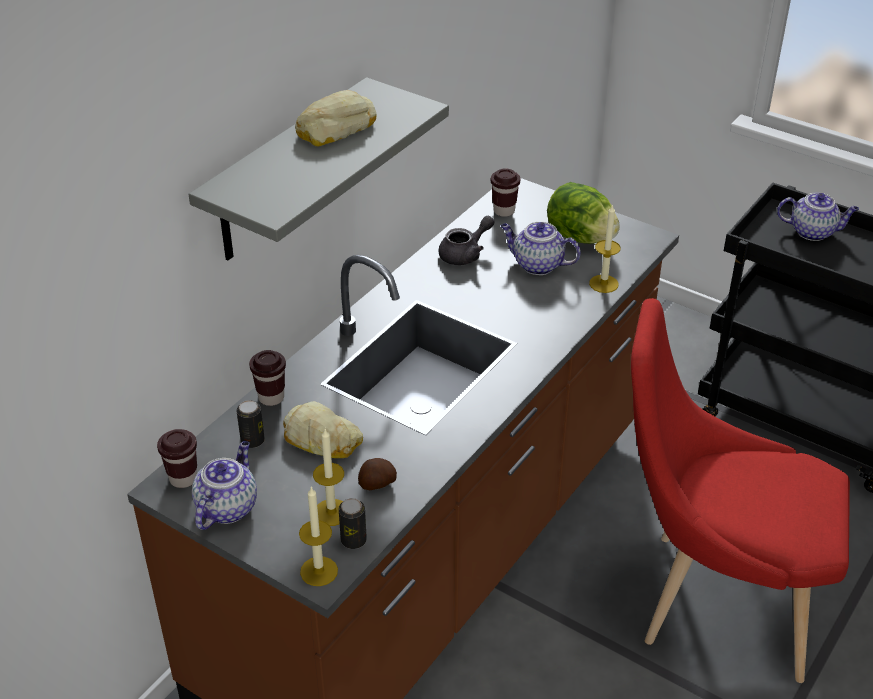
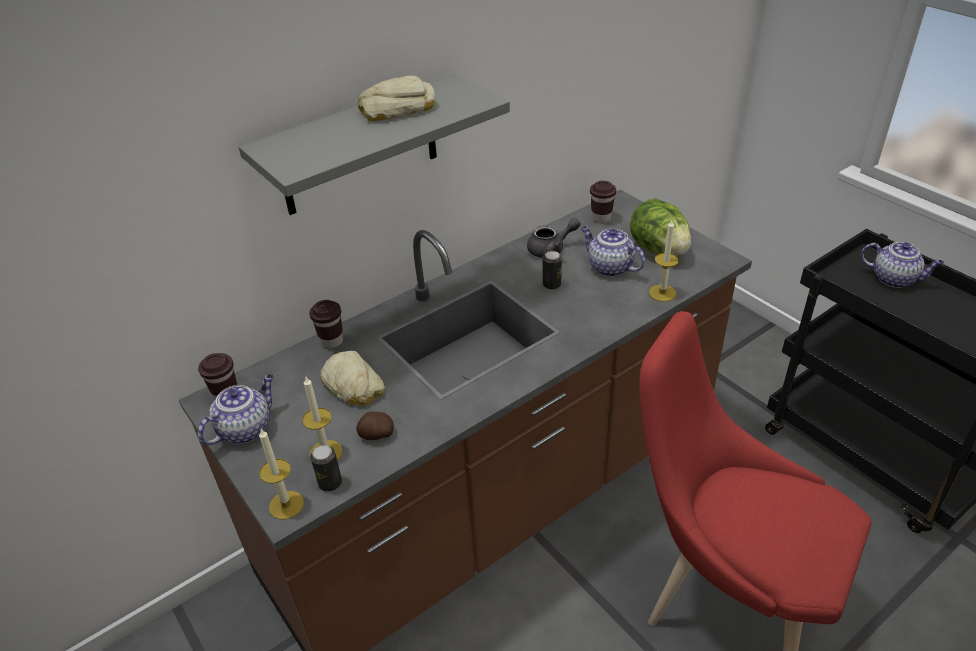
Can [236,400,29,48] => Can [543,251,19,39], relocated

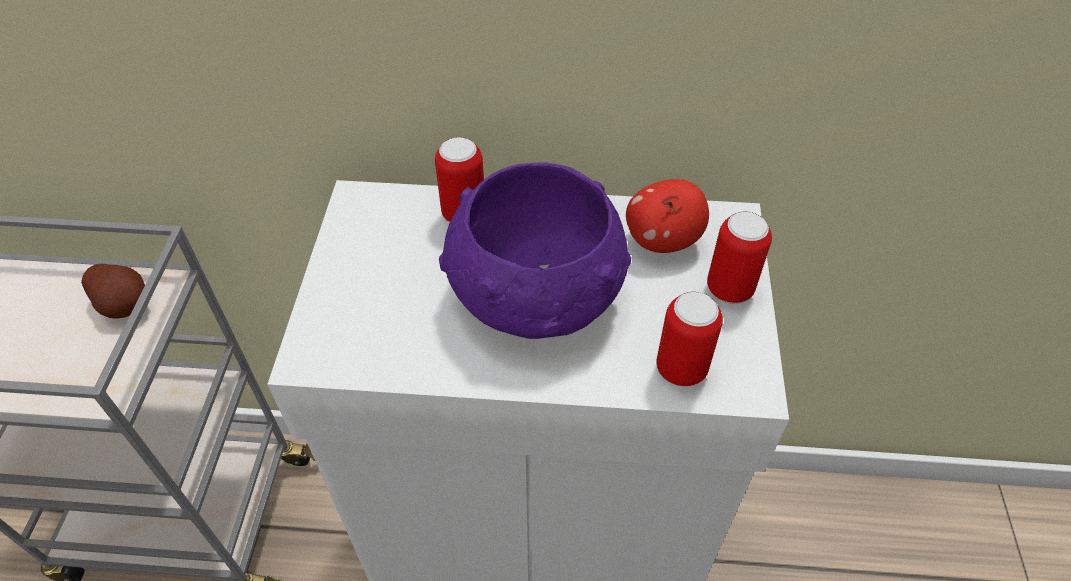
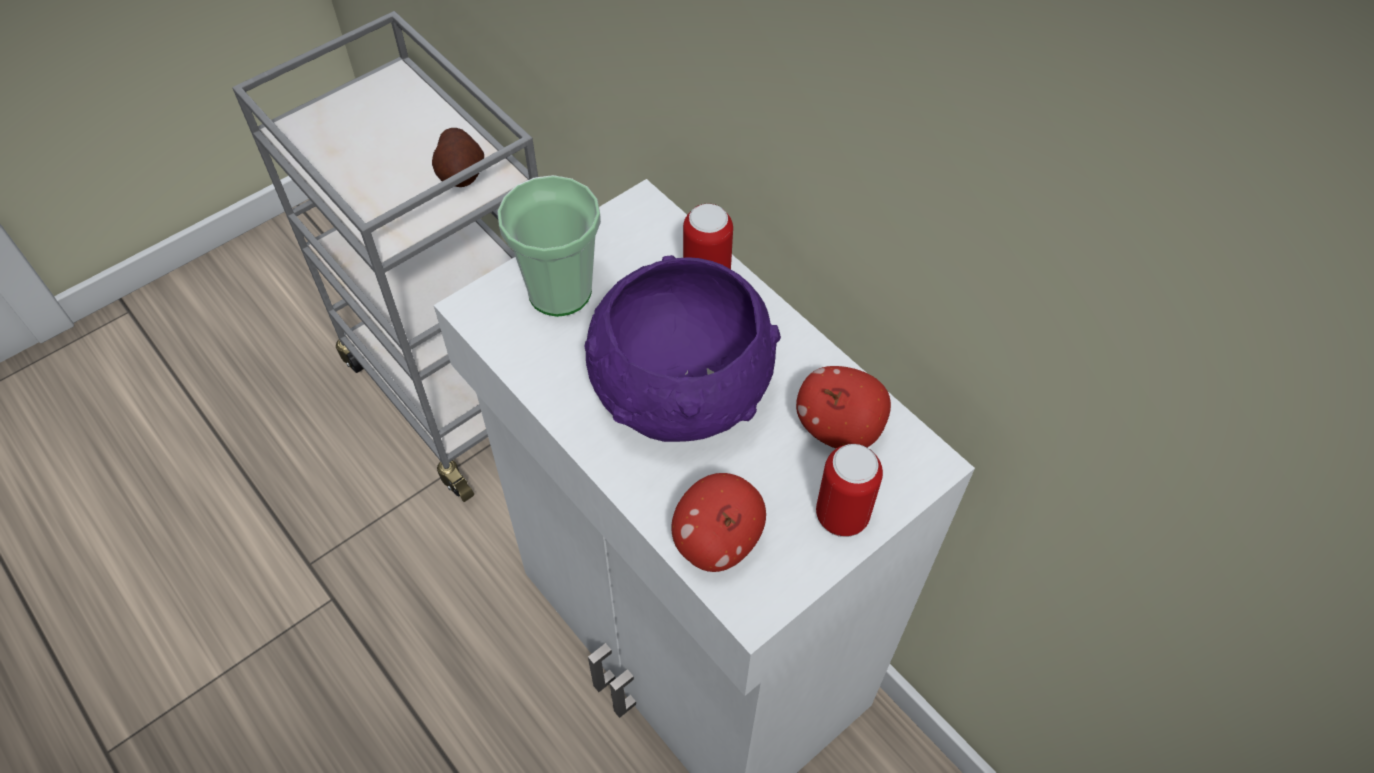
nothing => Cup [497,175,104,142]
Can [656,292,67,94] => Apple [671,473,95,99]

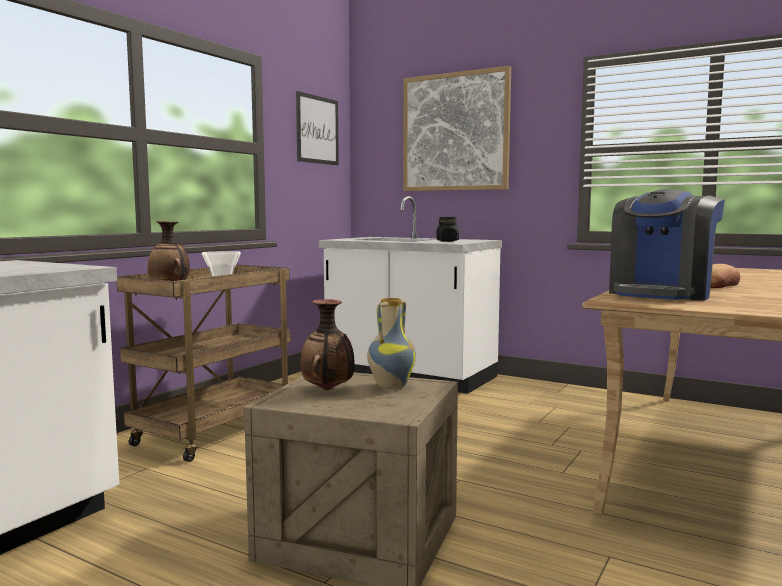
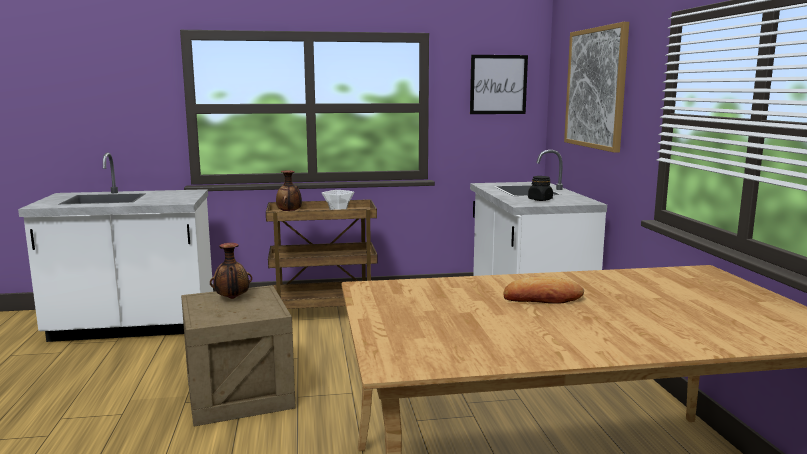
Vase [367,298,49,91] => nothing
CoffeeMachine [609,189,116,111] => nothing

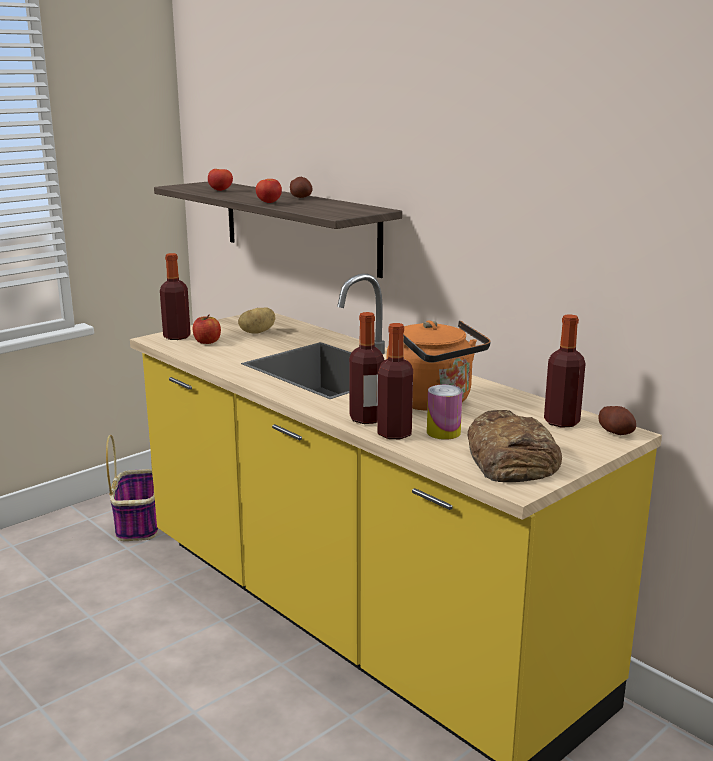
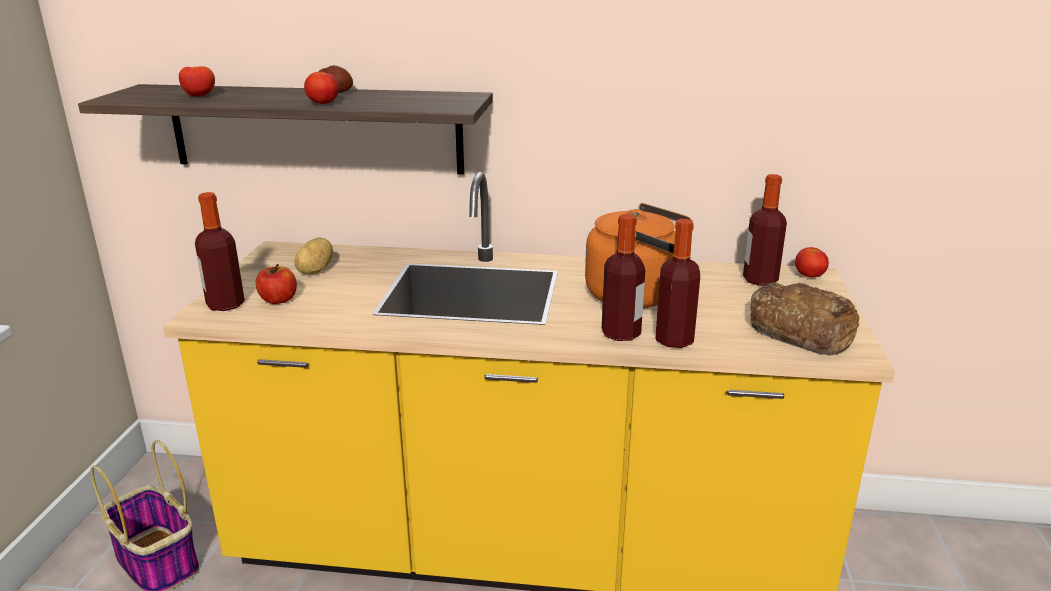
Can [427,385,35,55] => nothing
Potato [598,406,38,29] => Tomato [795,247,34,30]

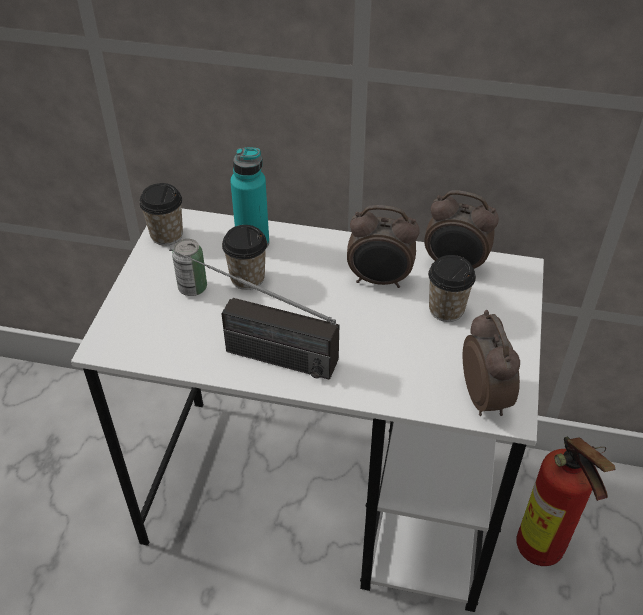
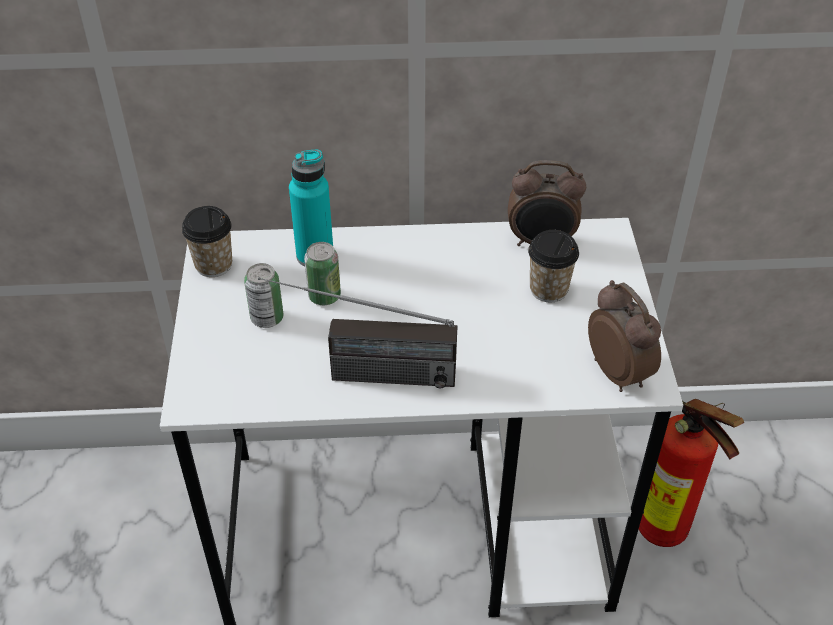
AlarmClock [347,205,73,83] => nothing
Cup [222,225,45,65] => Can [304,242,37,63]

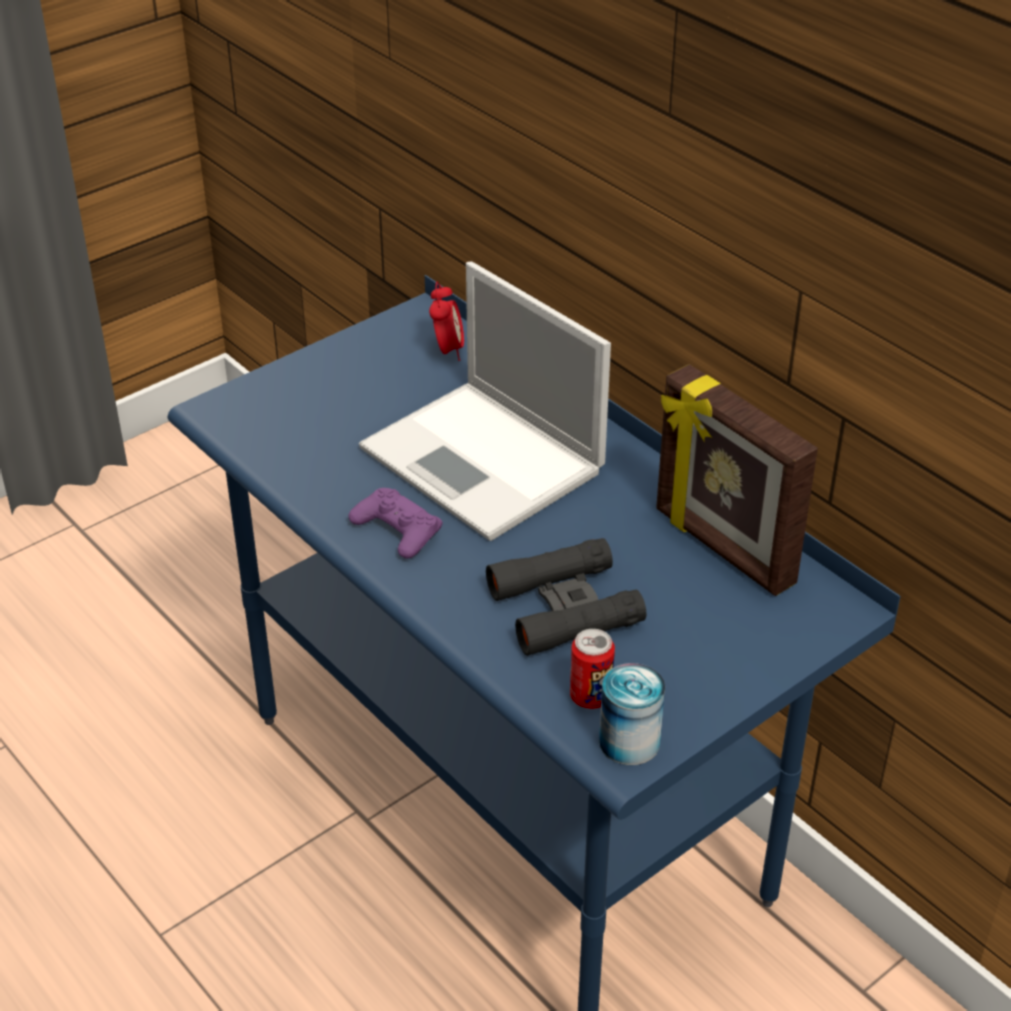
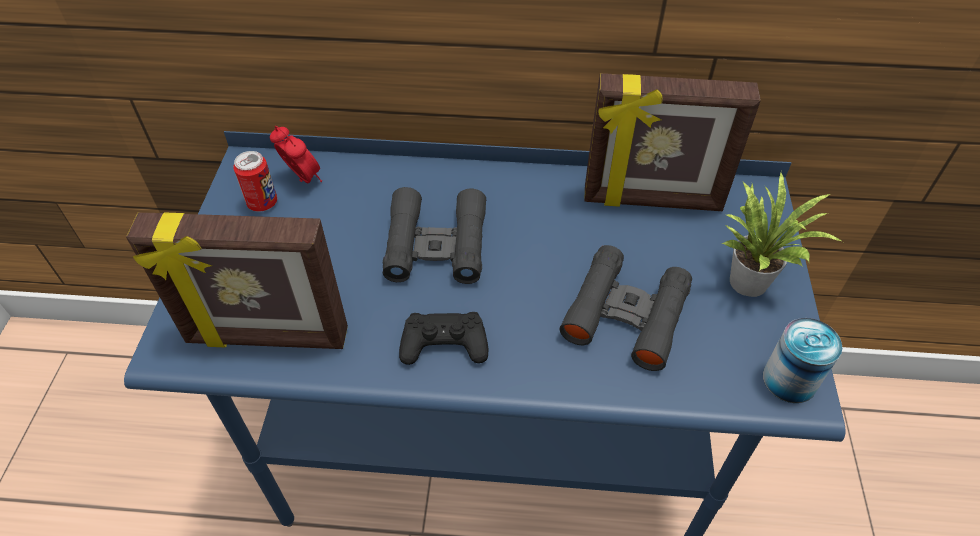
nothing => PictureFrame [126,212,222,137]
nothing => PottedPlant [722,173,121,124]
Can [570,629,45,80] => Can [233,151,44,61], relocated
Laptop [359,262,252,279] => BlackBinoculars [383,187,103,97]
PurpleGameController [348,488,95,71] => BlackGameController [399,312,89,53]

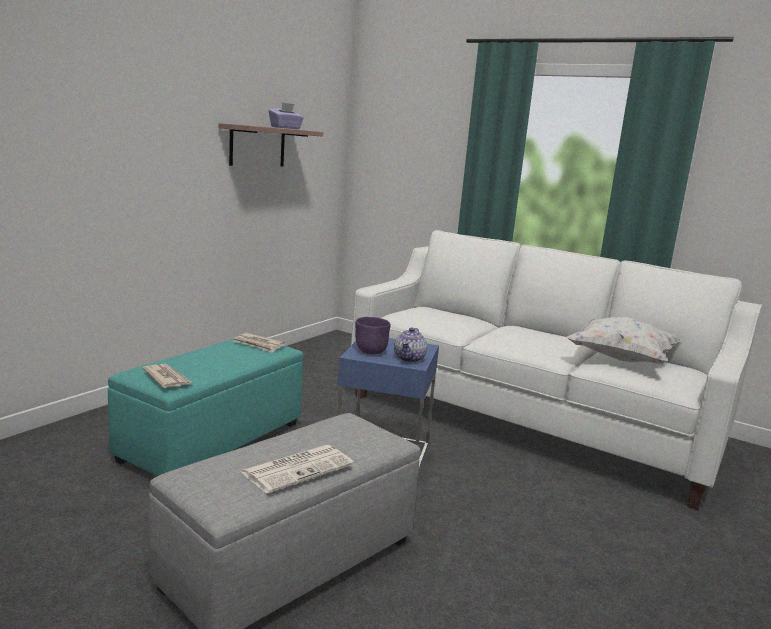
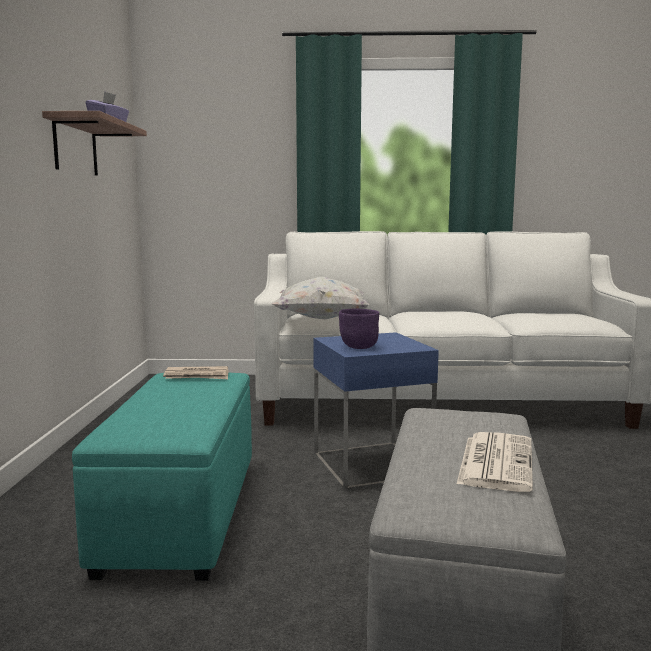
Newspaper [142,364,50,24] => nothing
Teapot [394,327,33,36] => nothing
WhitePillow [566,317,115,47] => WhitePillow [272,277,97,42], relocated

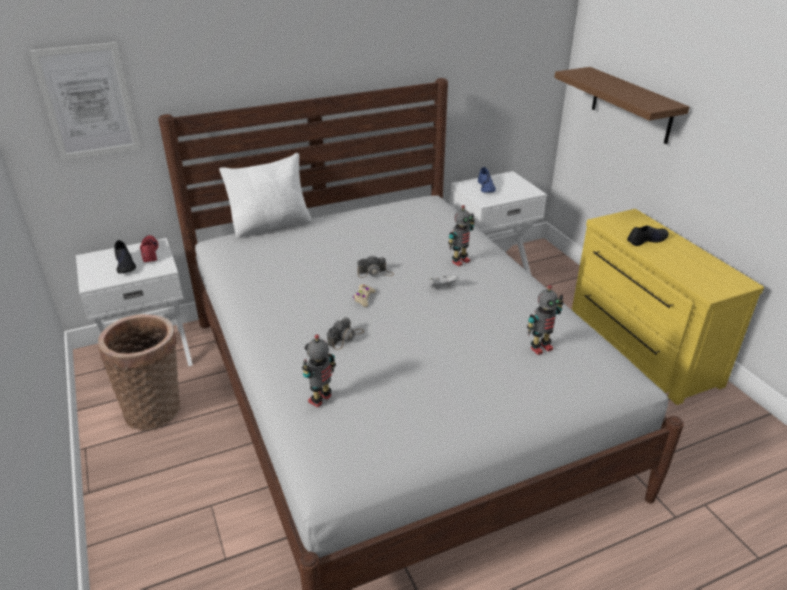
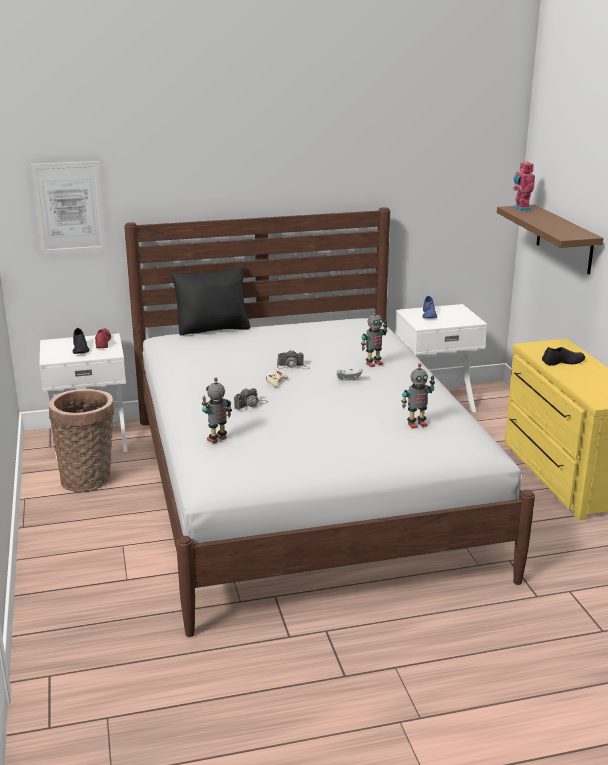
nothing => ToyRobot [513,160,22,51]
WhitePillow [219,153,93,85] => BlackPillow [171,265,79,71]

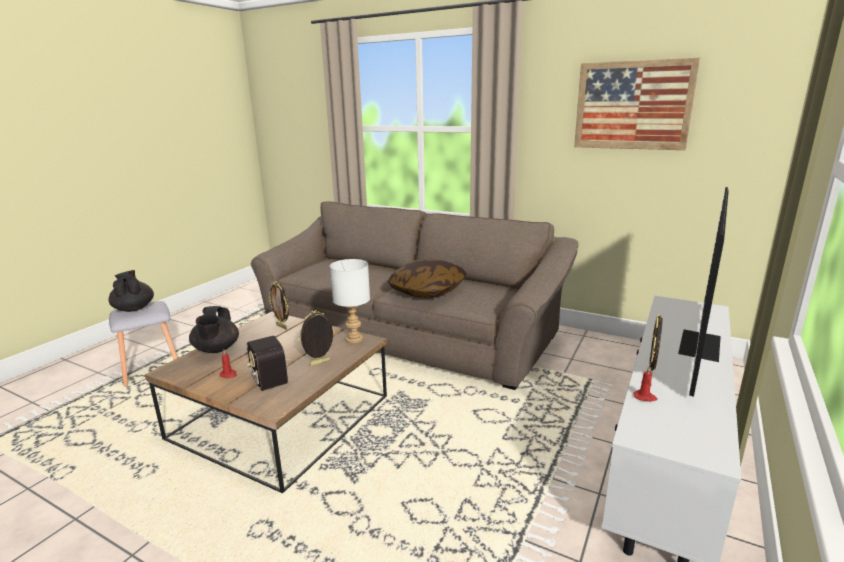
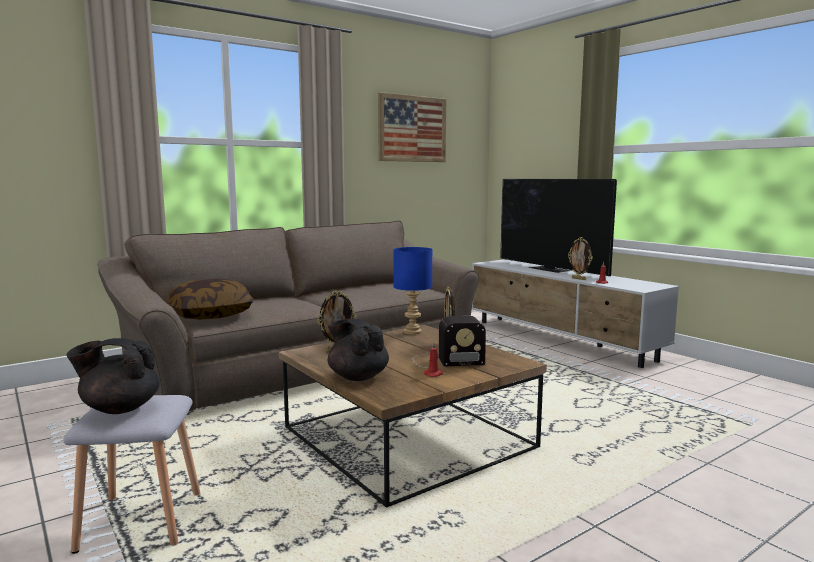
Pillow [387,259,80,39] => Pillow [167,278,87,41], relocated
WhiteTableLamp [330,259,40,85] => BlueTableLamp [393,247,40,88]
BlackTeapot [189,306,50,47] => BlackTeapot [328,318,61,63], 150 degrees counterclockwise

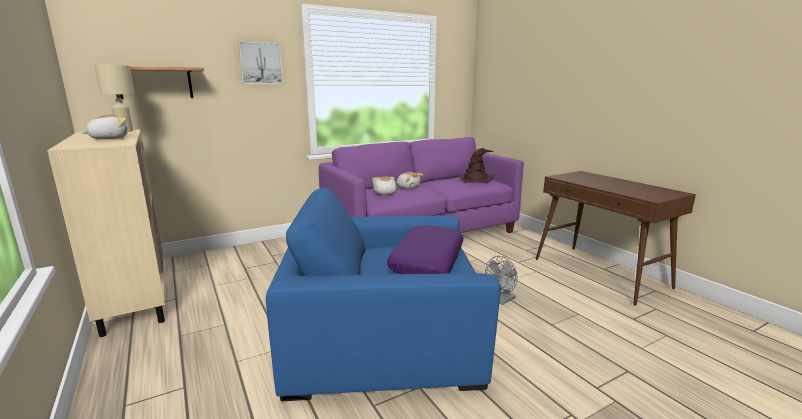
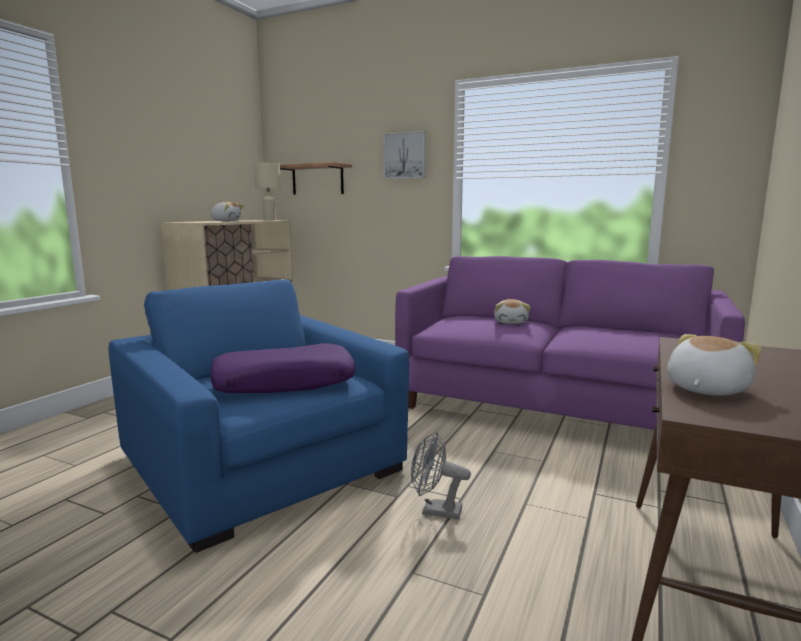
BrownHat [460,148,35,35] => nothing
PlushToy [372,177,25,18] => PlushToy [667,334,95,62], relocated

